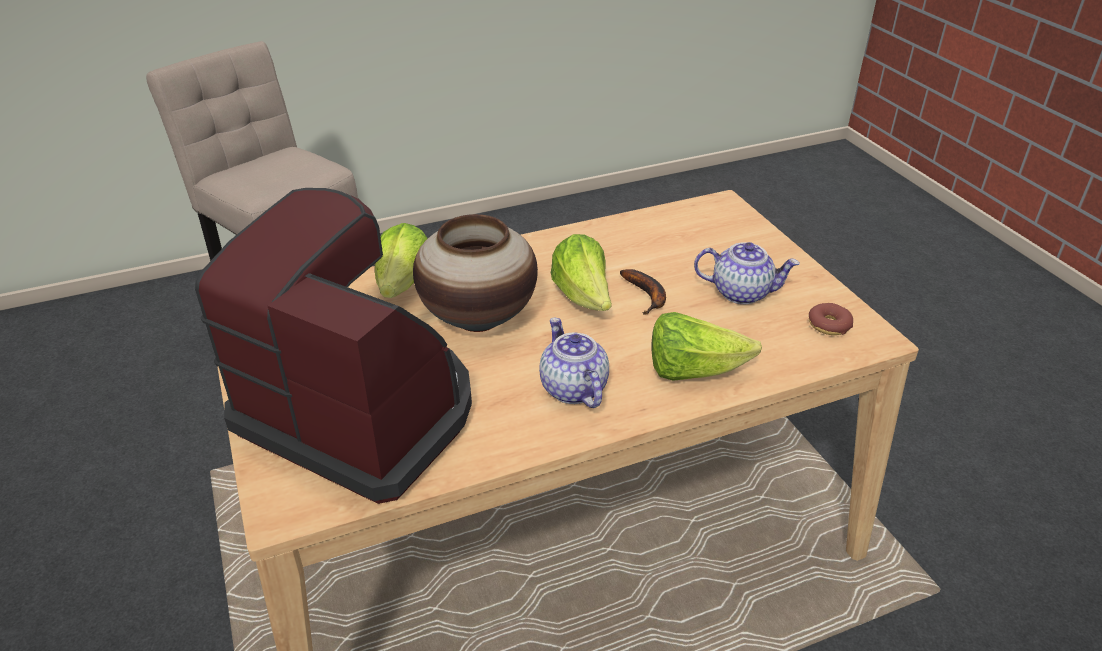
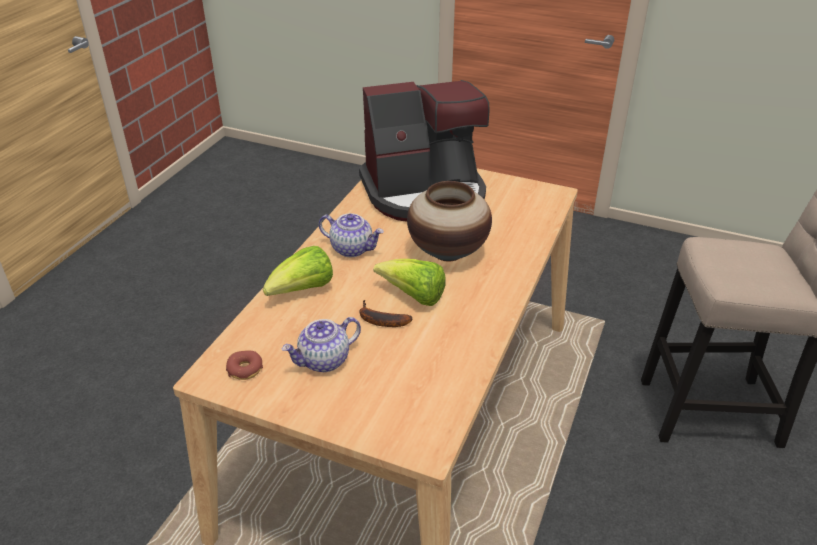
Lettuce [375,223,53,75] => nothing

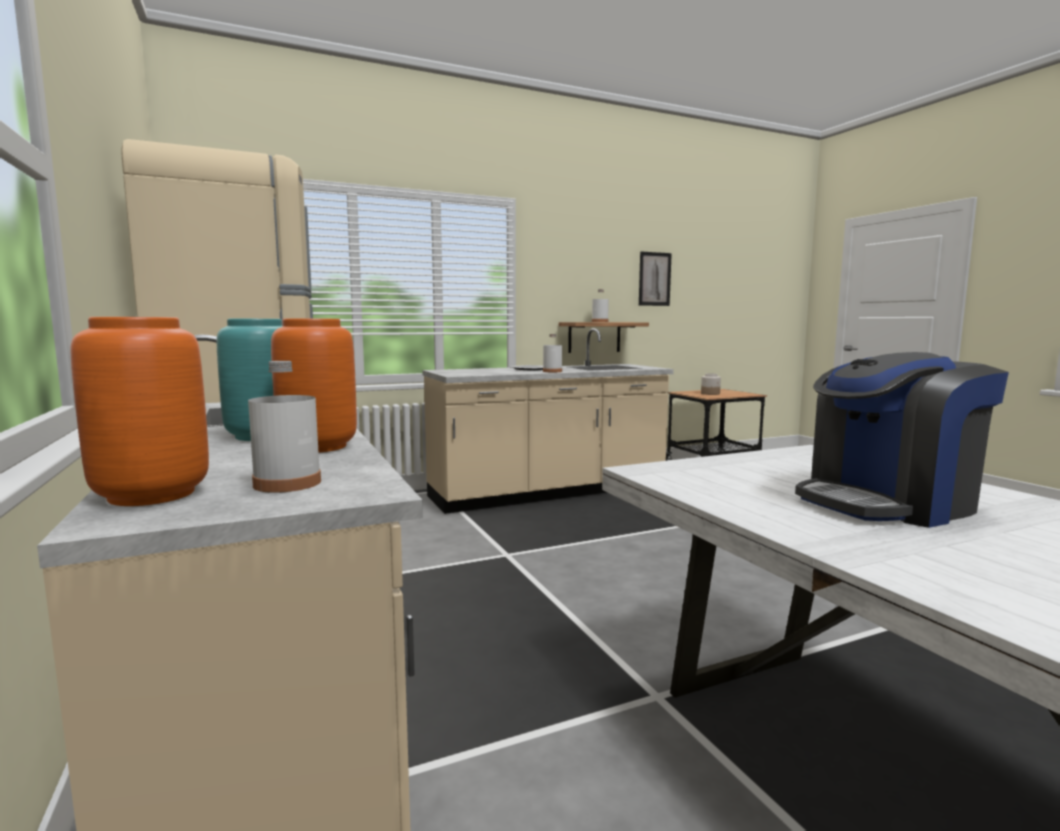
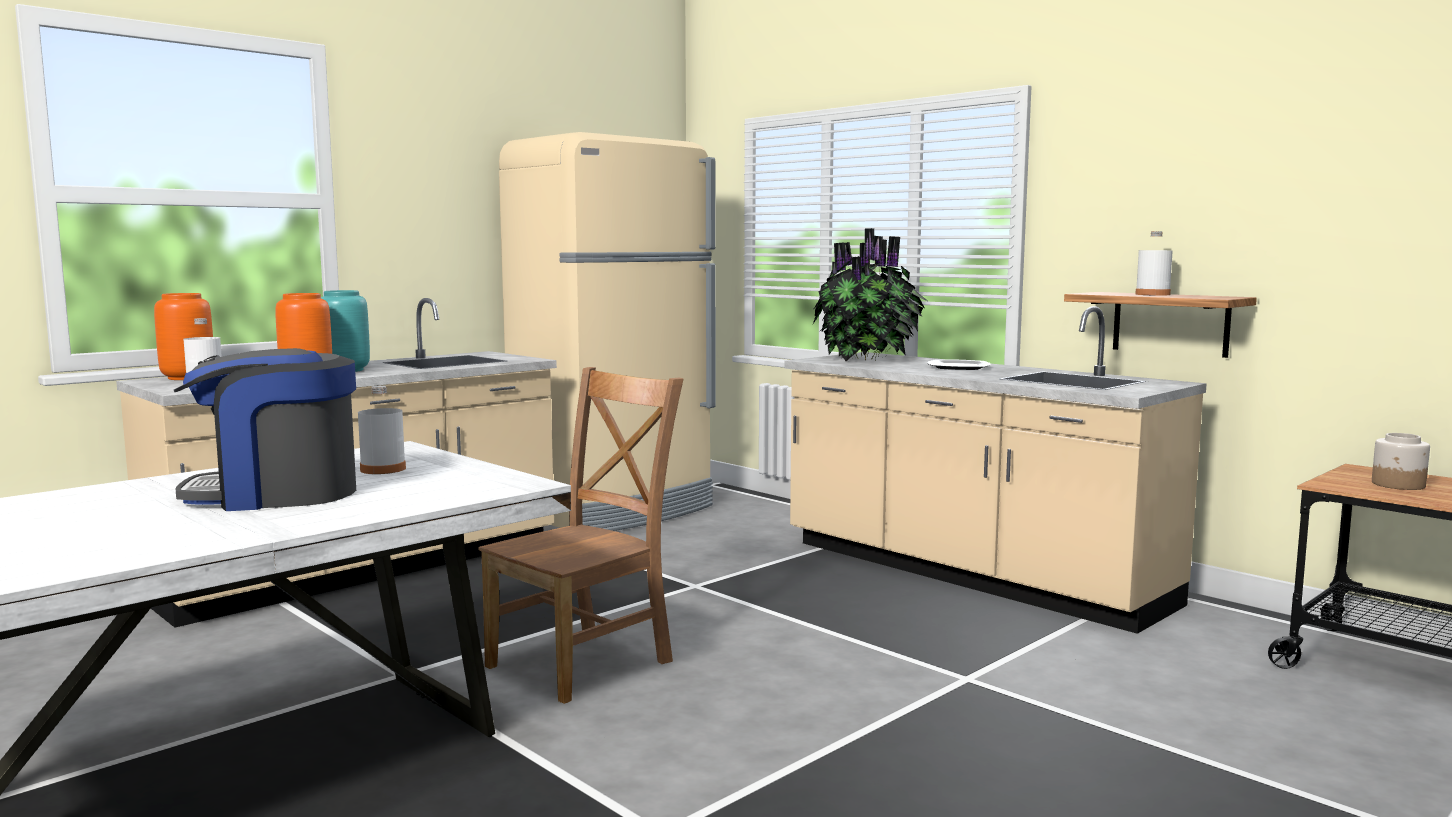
Picture [639,252,33,54] => nothing
nothing => BrownChair [478,367,205,337]
nothing => PottedPlant [813,228,114,133]
WhiteBottle [543,334,19,38] => WhiteBottle [358,385,48,89], relocated
CoffeeMachine [795,352,214,176] => CoffeeMachine [173,348,183,163], 60 degrees counterclockwise

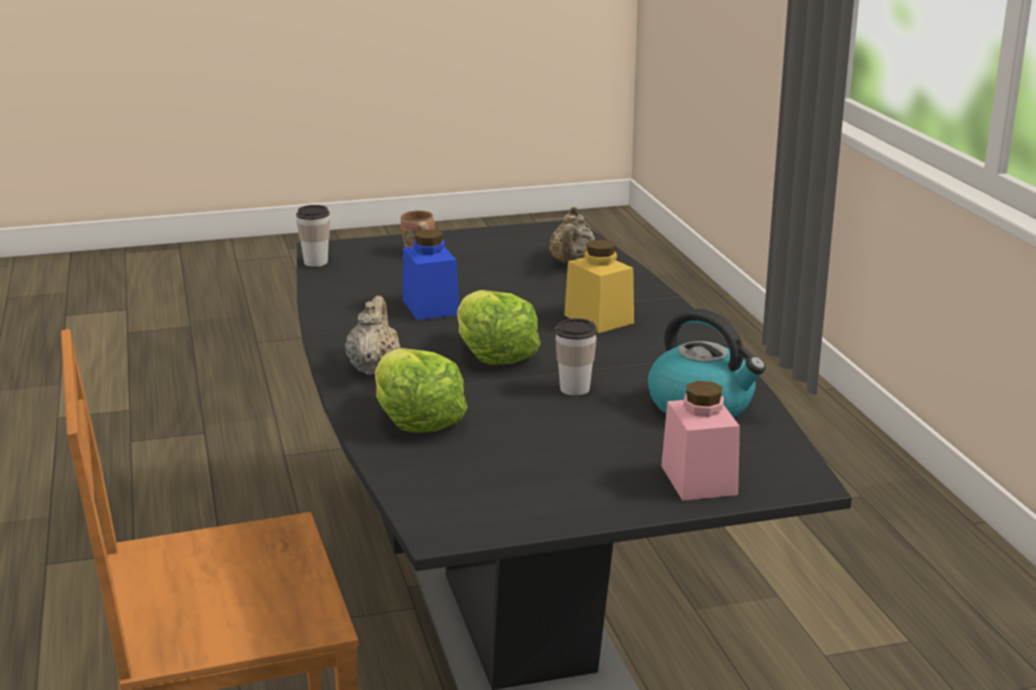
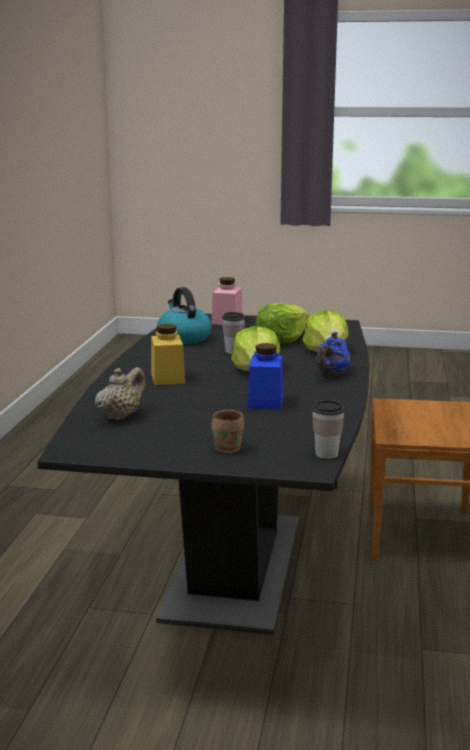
nothing => Lettuce [256,303,53,40]
BeigeTeapot [345,296,56,79] => BlueTeapot [315,332,35,44]

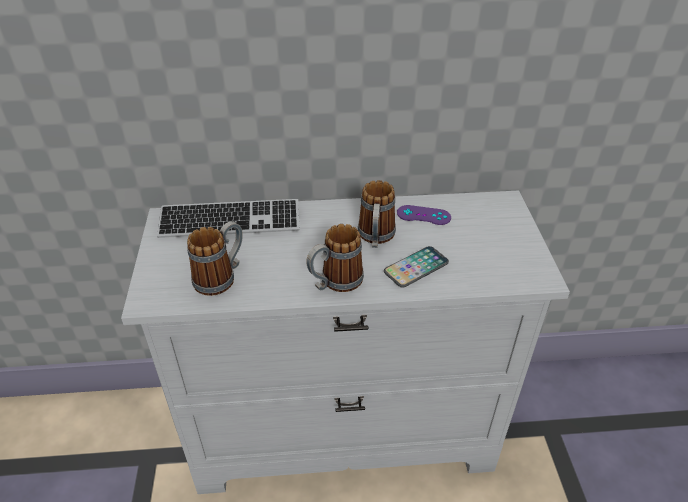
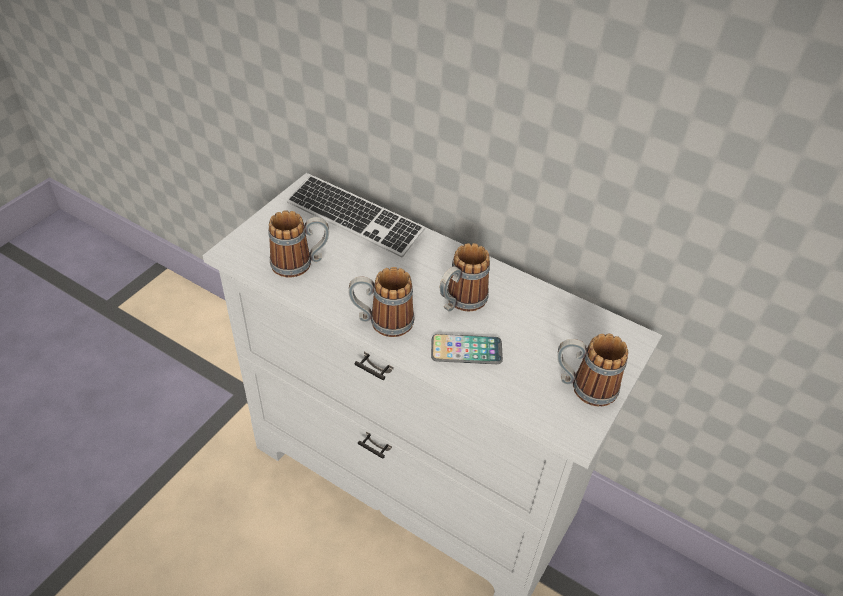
PurpleGameController [397,205,54,20] => nothing
nothing => Mug [557,333,72,74]

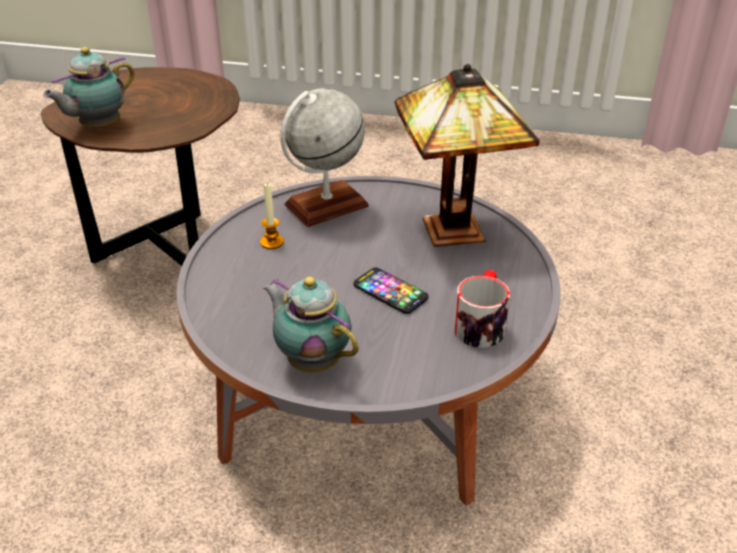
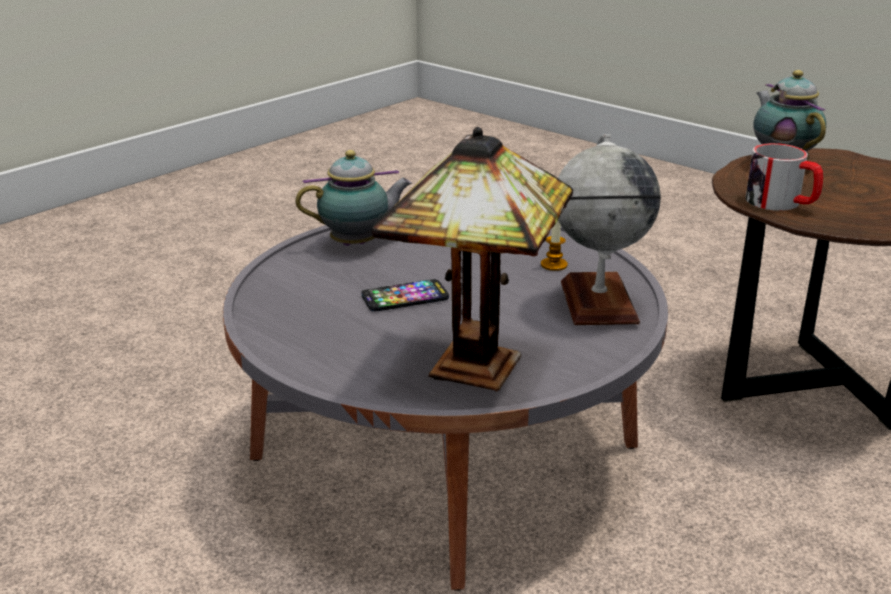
Mug [454,270,56,78] => Mug [745,143,78,68], relocated

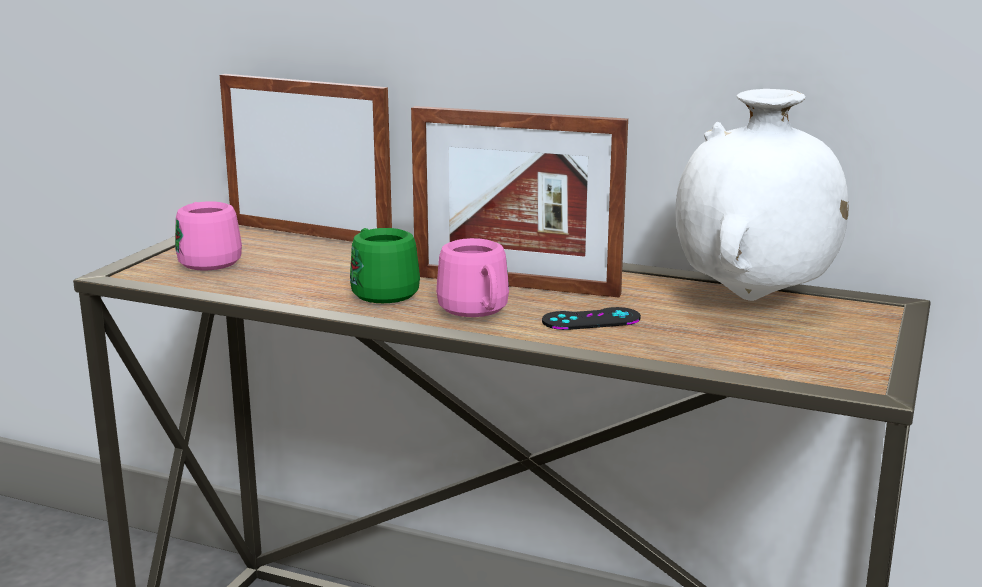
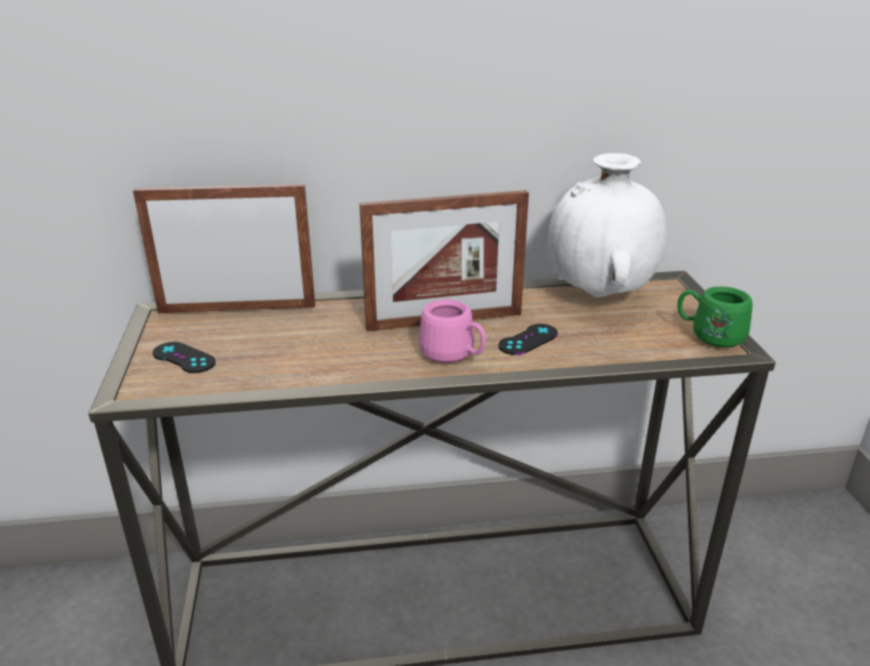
GreenMug [350,228,70,75] => GreenMug [677,286,76,62], relocated
PinkMug [175,201,67,70] => BlackGameController [153,342,63,31]

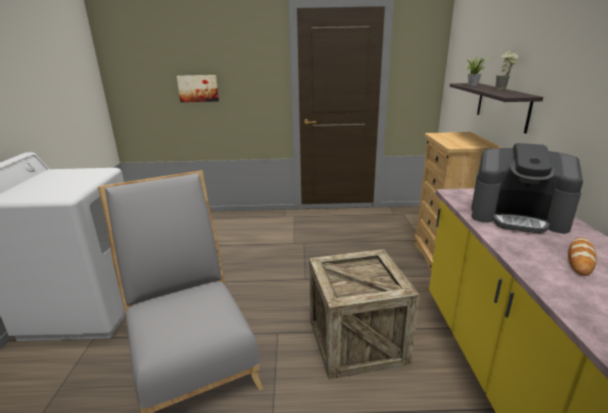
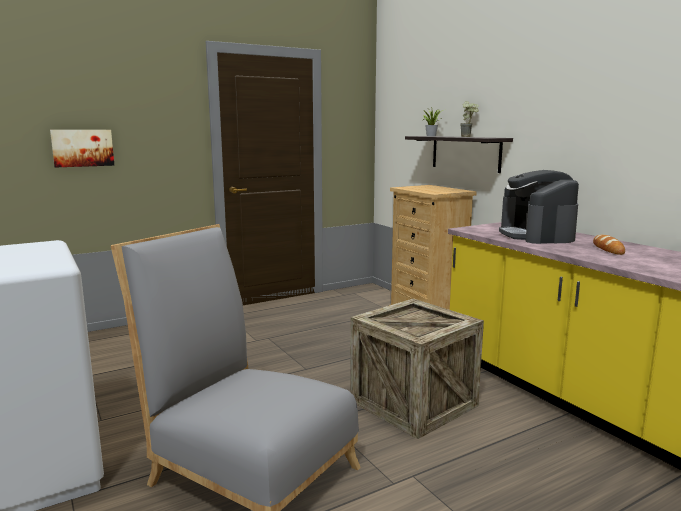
CoffeeMachine [471,143,112,91] => CoffeeMachine [499,170,80,74], 90 degrees clockwise

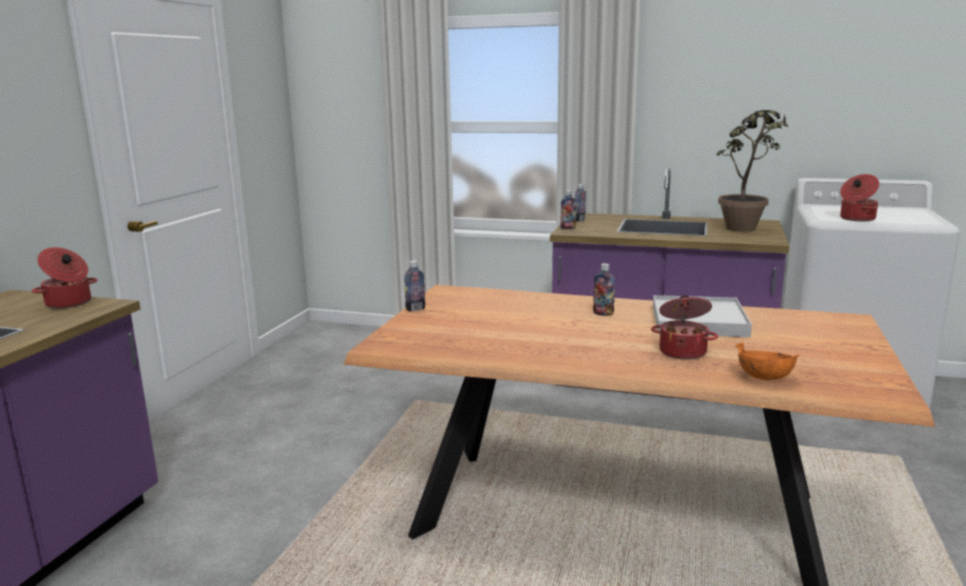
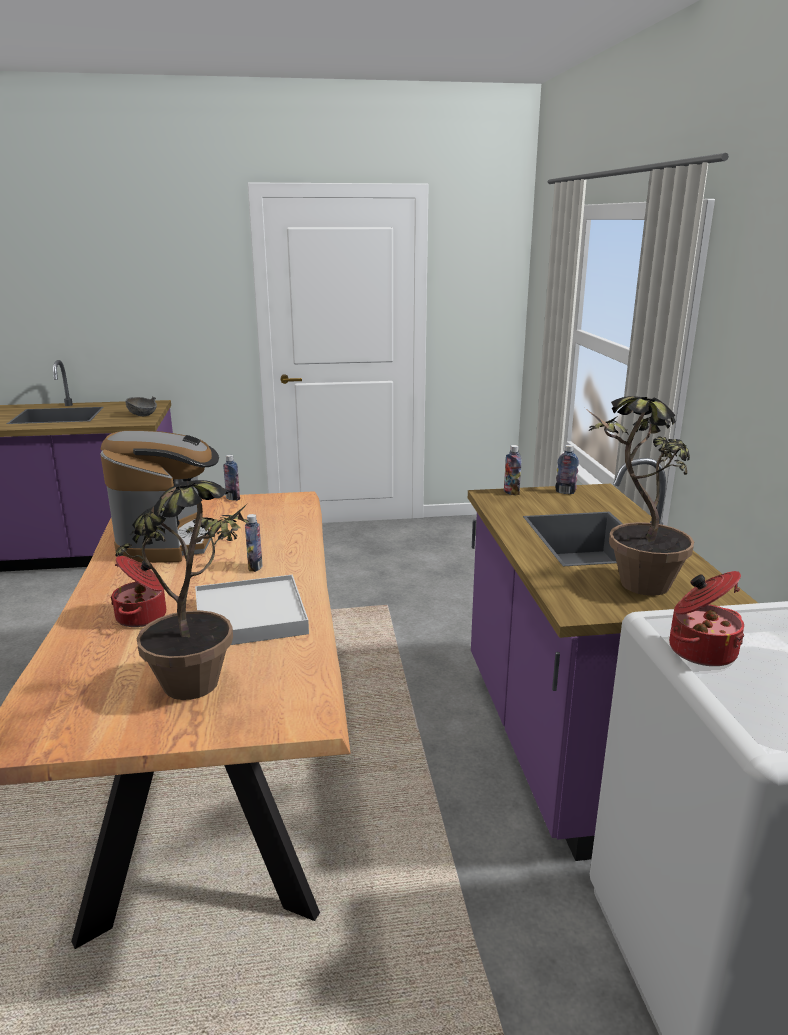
OrangeBowl [735,342,65,39] => nothing
nothing => CoffeeMachine [100,431,119,132]
nothing => PottedPlant [115,480,134,220]
CookingPot [32,247,66,62] => GreyBowl [125,396,32,20]

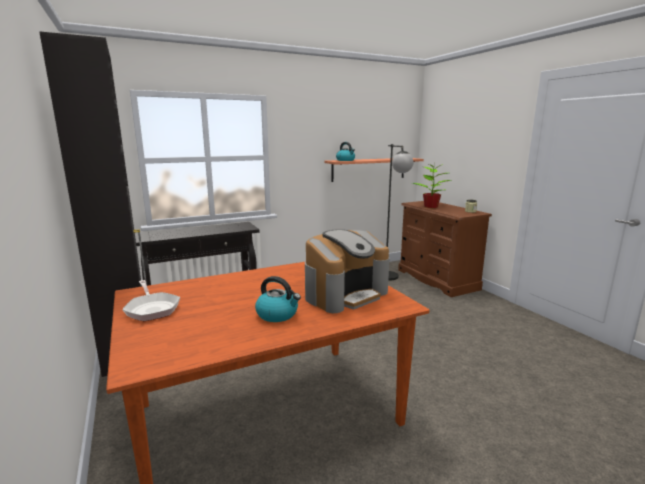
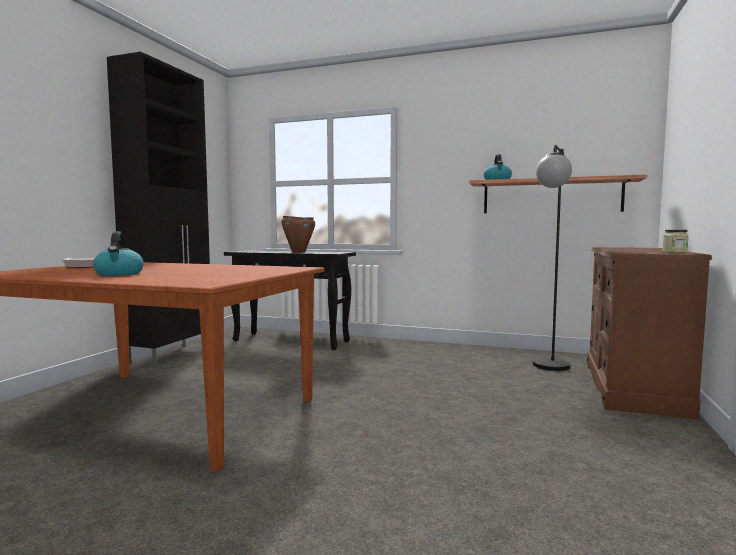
CoffeeMachine [305,229,84,84] => nothing
PottedPlant [412,164,40,44] => nothing
nothing => BrownCookingPot [281,216,34,37]

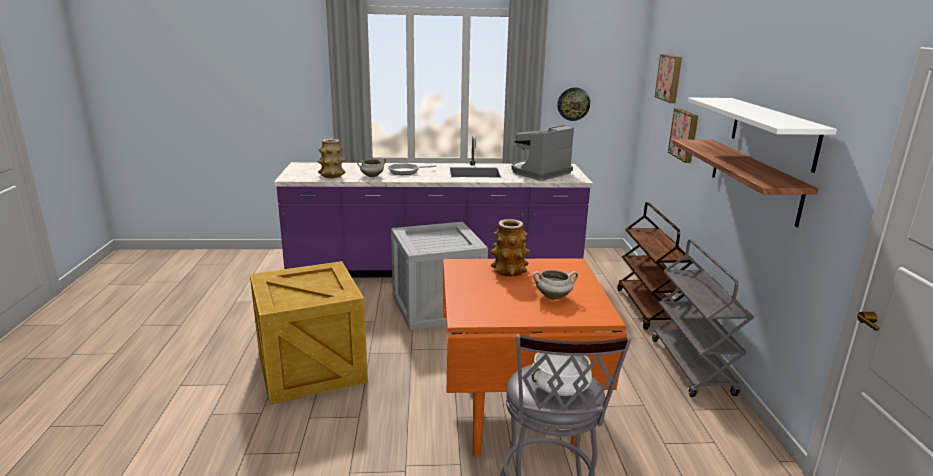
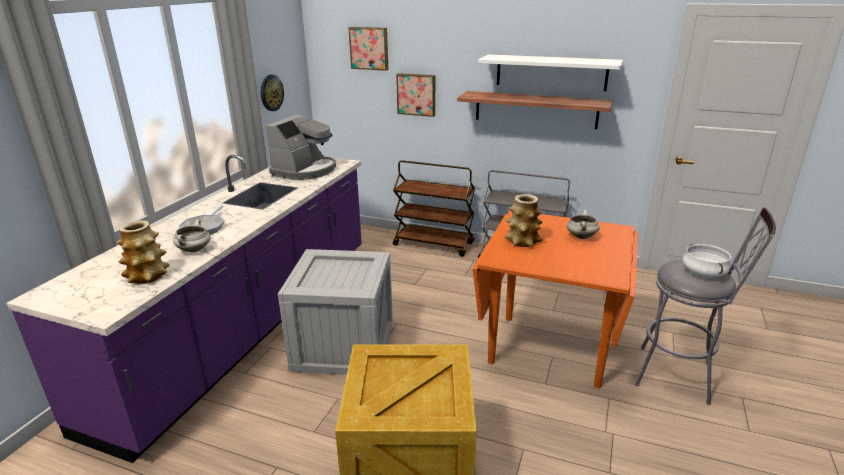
CoffeeMachine [511,125,63,56] => CoffeeMachine [266,114,70,66], 135 degrees counterclockwise

